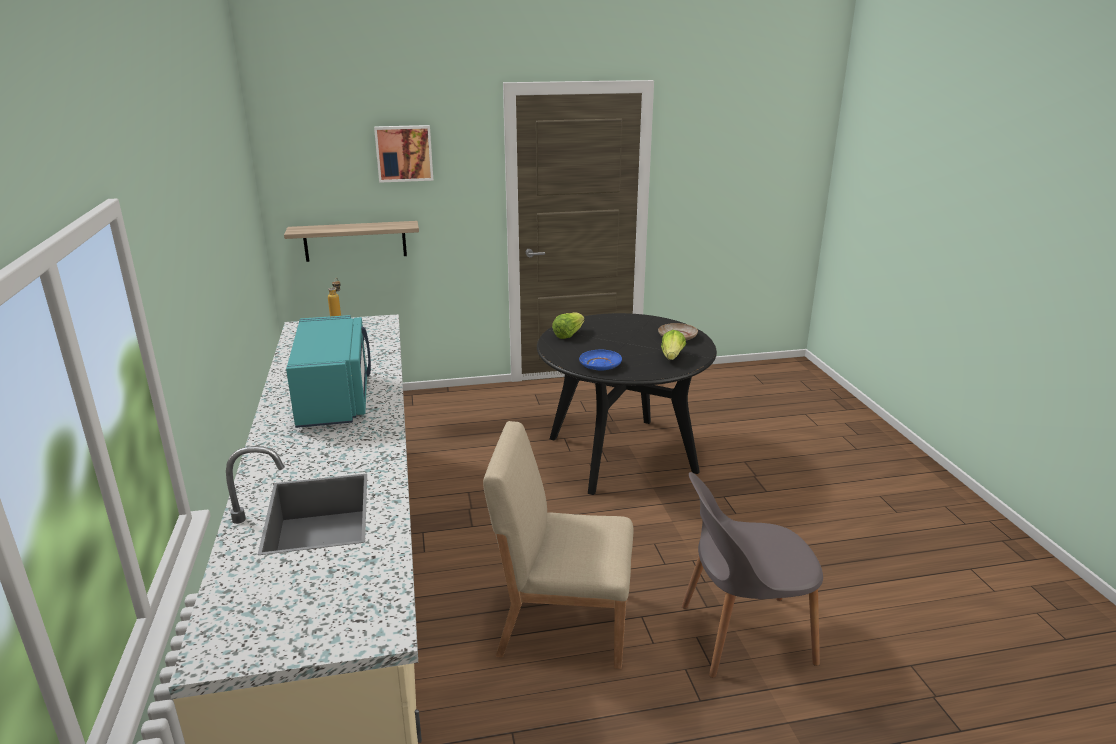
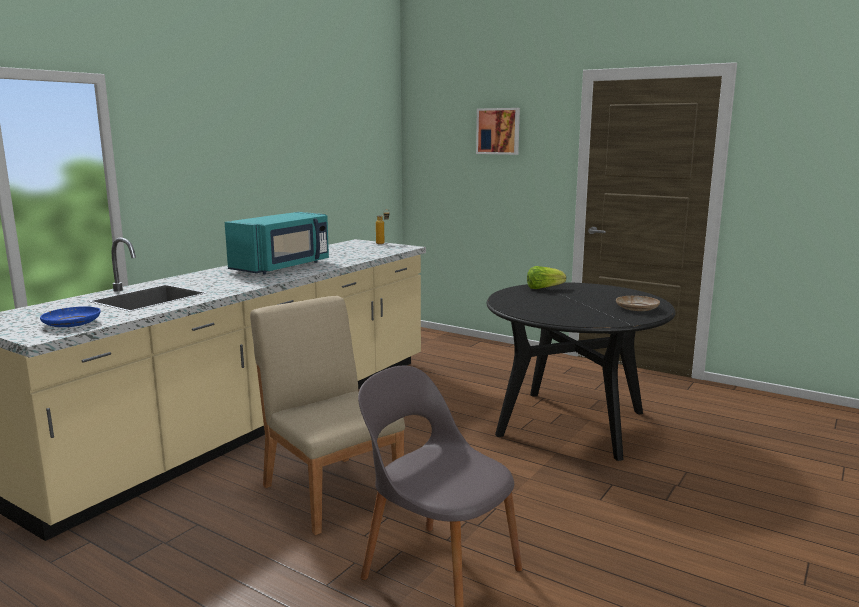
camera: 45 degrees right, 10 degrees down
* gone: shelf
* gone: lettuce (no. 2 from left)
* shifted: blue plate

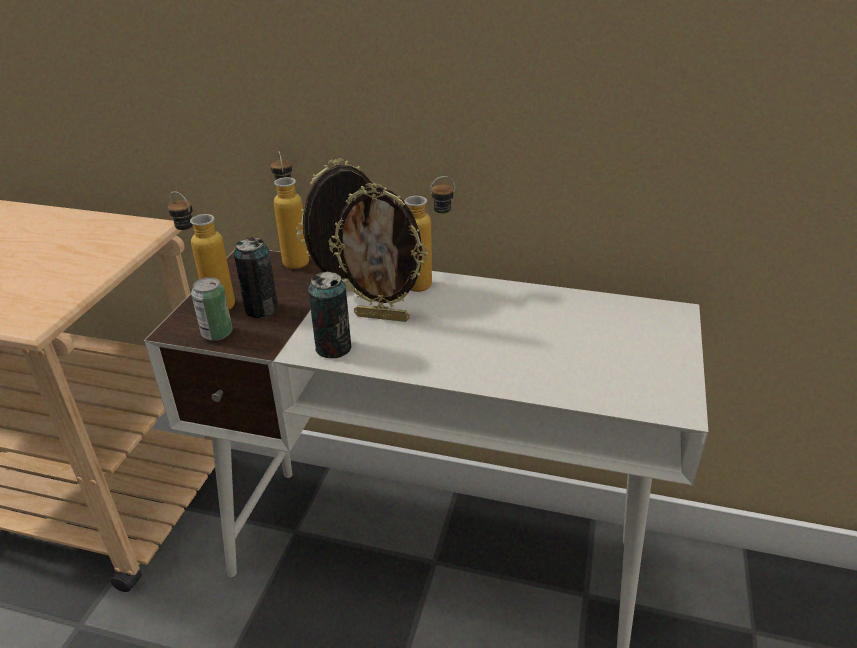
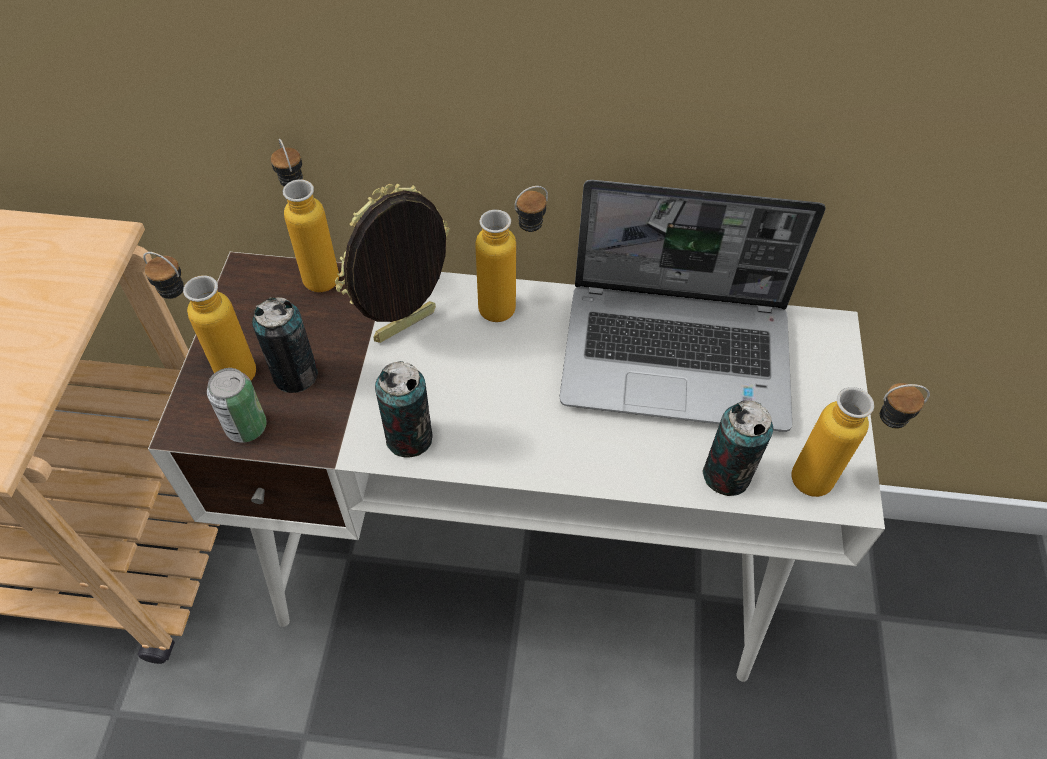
camera: 10 degrees left, 20 degrees up
* gone: picture frame (no. 2 from left)
* new: laptop
* new: bottle (no. 4 from left)
* new: can (no. 4 from left)

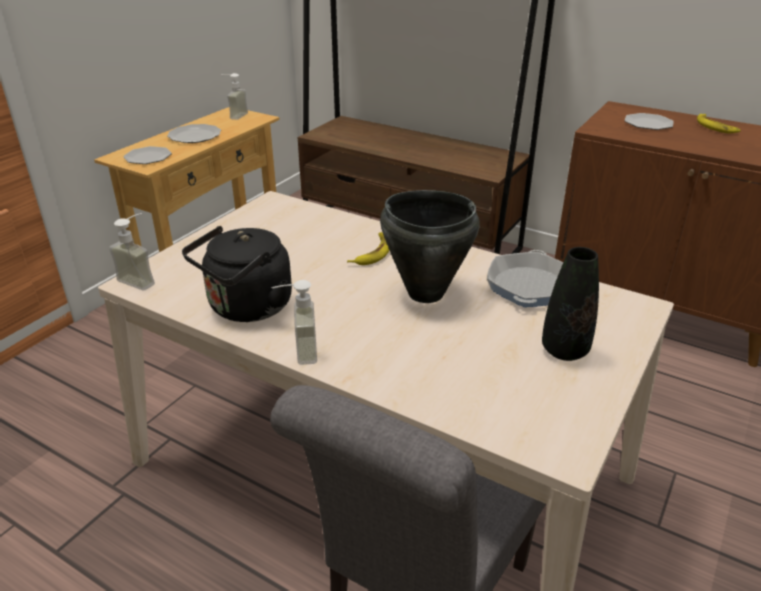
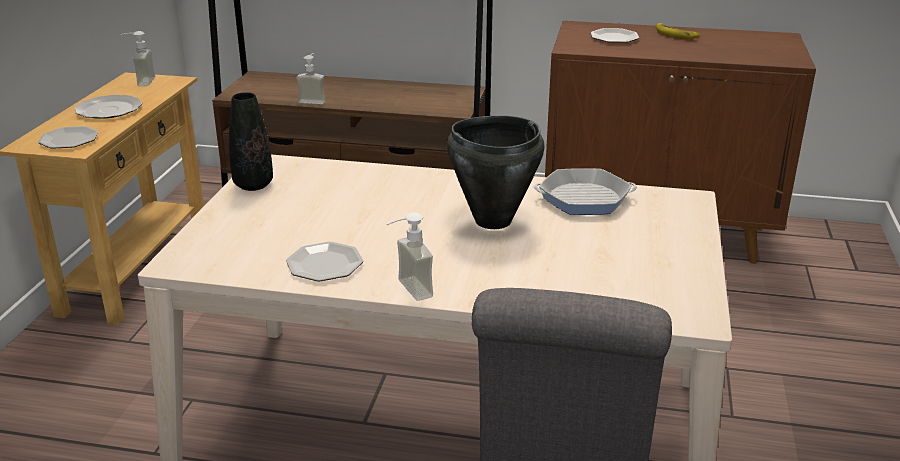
camera: 20 degrees left, 5 degrees down
* shifted: soap dispenser (no. 1 from left in the first image) to soap dispenser (no. 2 from left)
* swapped: black kettle to plate (no. 3 from left)
* gone: banana (no. 1 from left)
* shifted: black vase
* rotated: frying pan 90 degrees counterclockwise

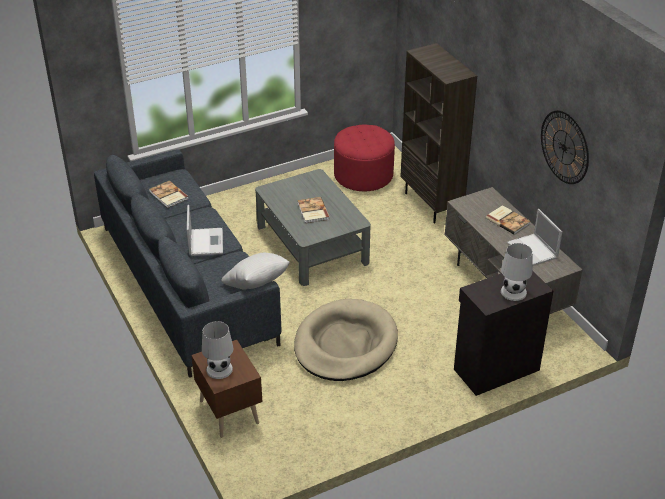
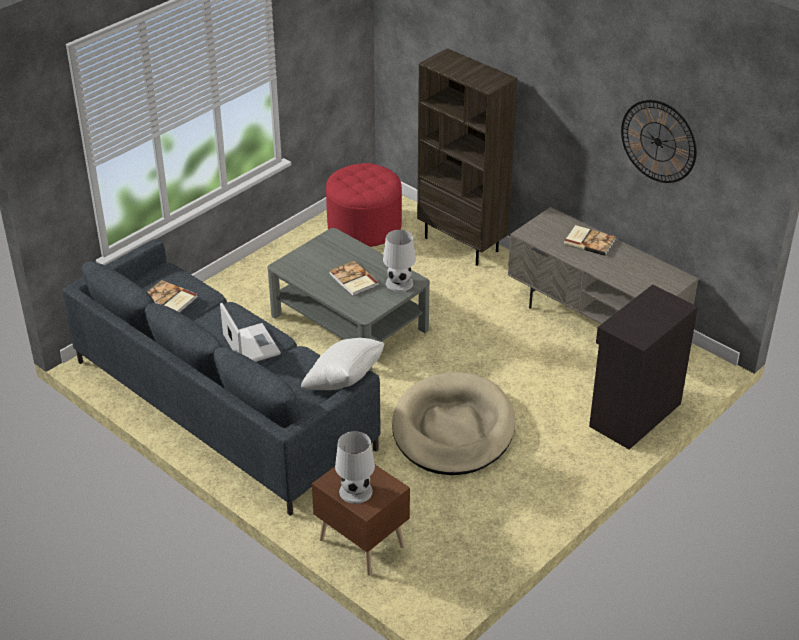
camera: 20 degrees left, 0 degrees up
* gone: laptop (no. 2 from left)
* shifted: white table lamp (no. 2 from left)

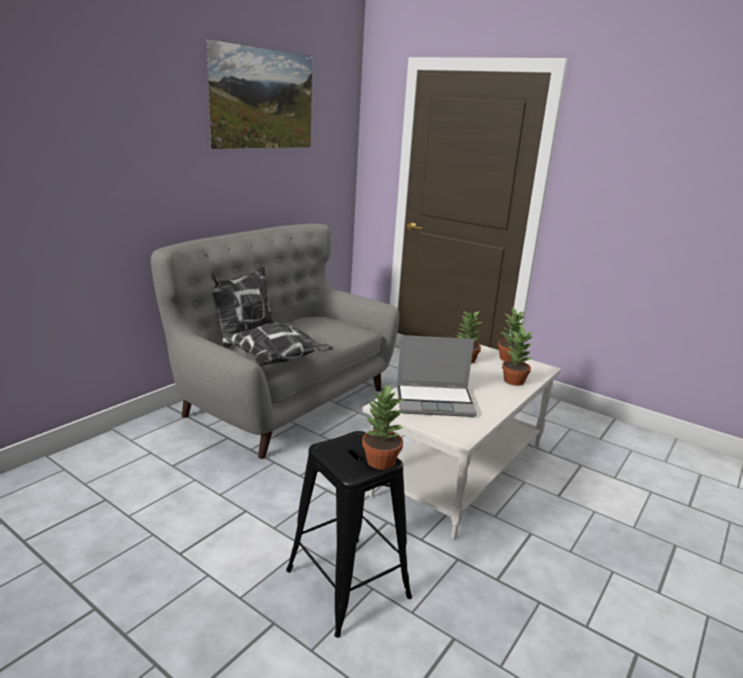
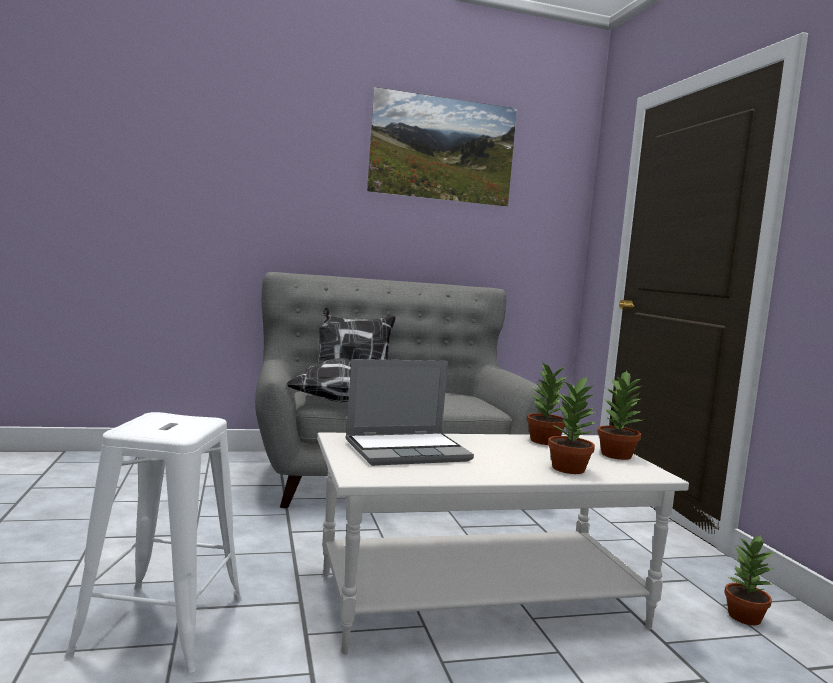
camera: 40 degrees right, 15 degrees down
* rotated: laptop 60 degrees counterclockwise
* shifted: potted plant (no. 1 from left in the first image) to potted plant (no. 4 from left)
* repainted: black stool to white stool

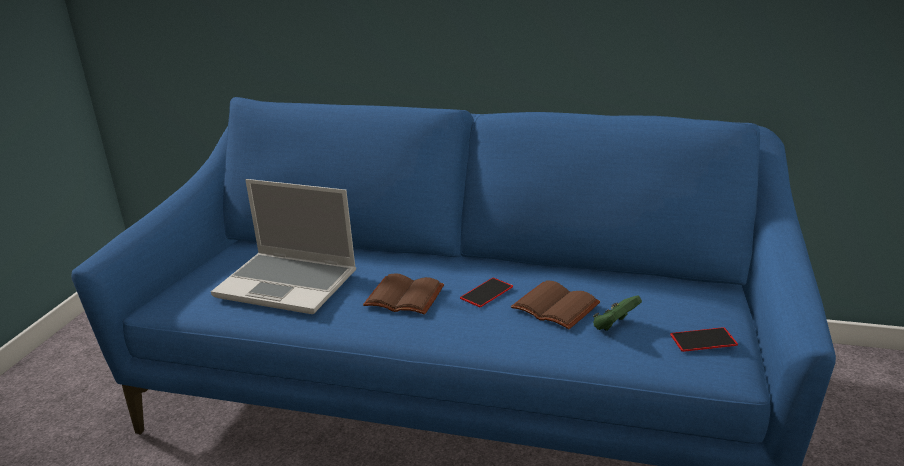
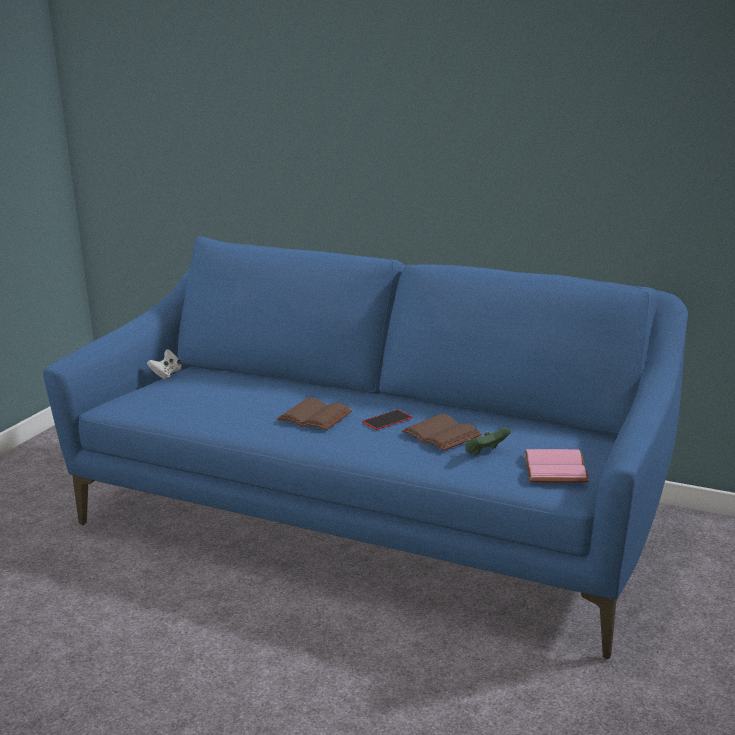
camera: 10 degrees right, 5 degrees down
* gone: laptop
* swapped: phone (no. 2 from left) to pink book
* new: white game controller

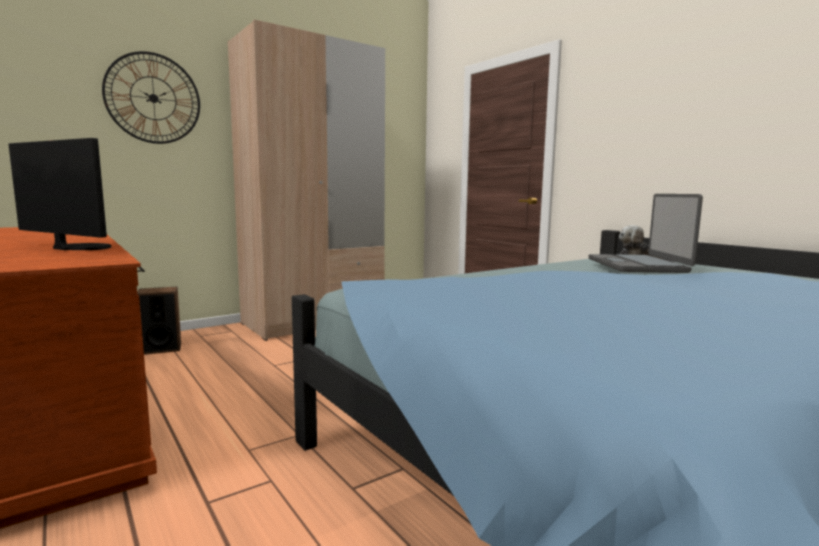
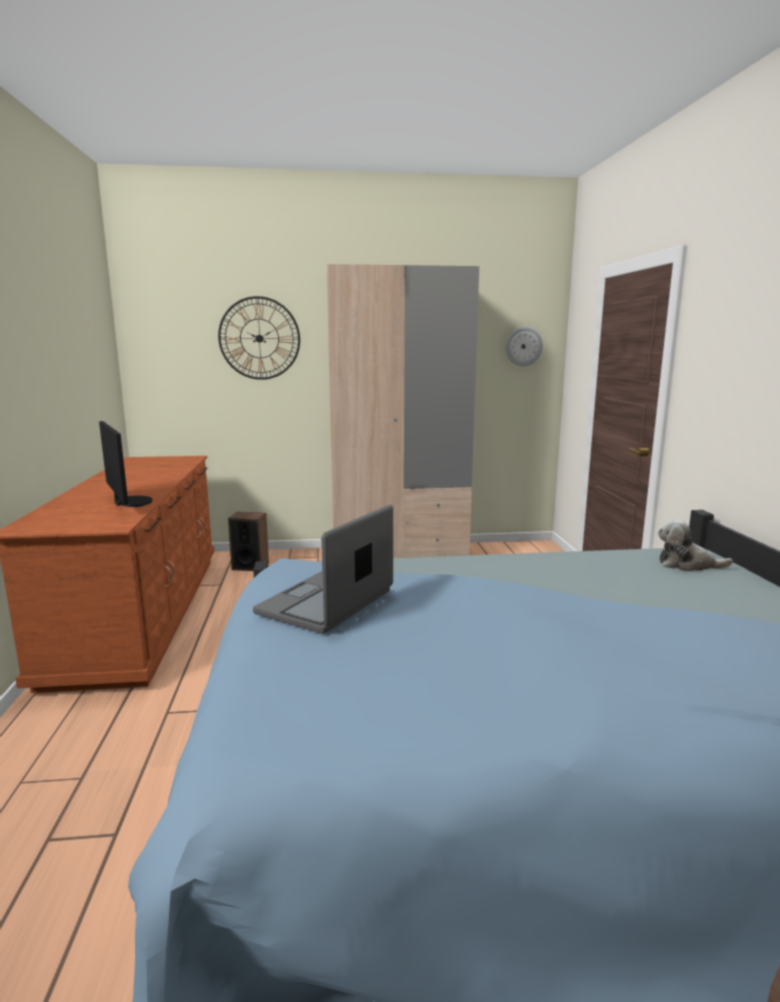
camera: 30 degrees right, 5 degrees up
* shifted: laptop
* new: wall clock (no. 2 from left)

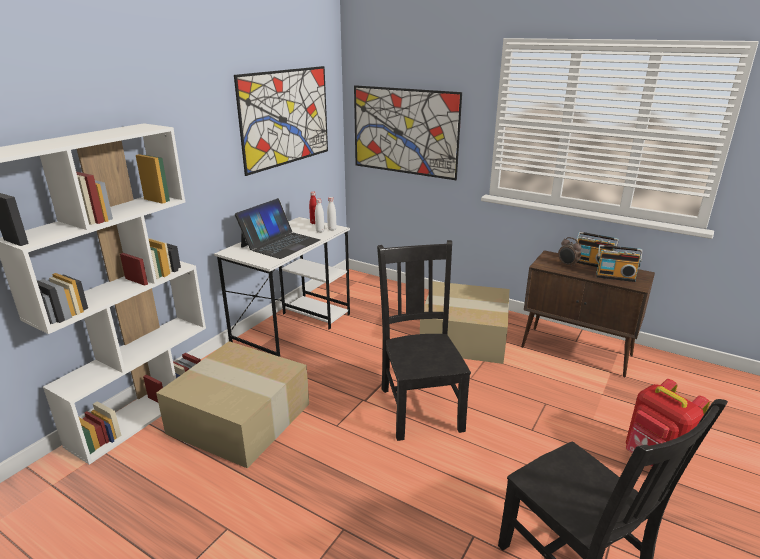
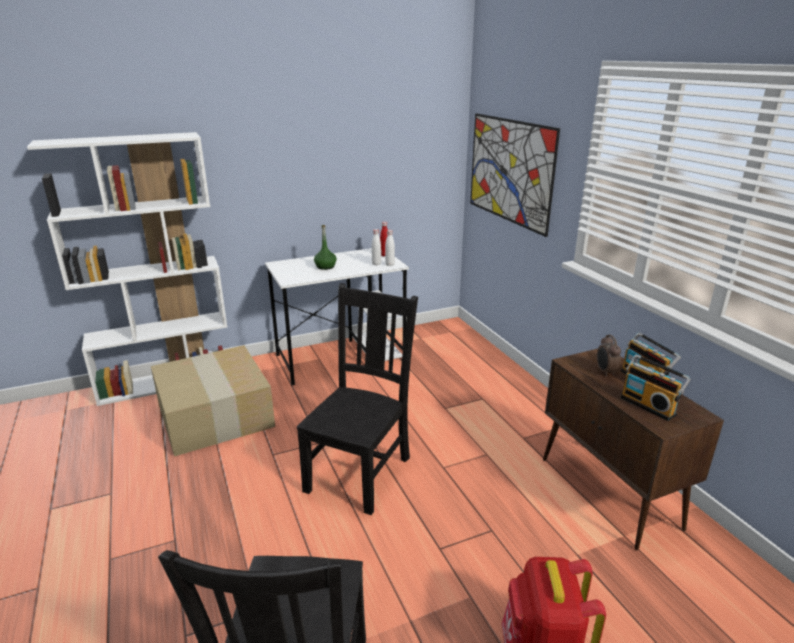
camera: 35 degrees right, 0 degrees up
* gone: picture (no. 1 from left)
* swapped: laptop to green bottle
* gone: cardboard box (no. 2 from left)

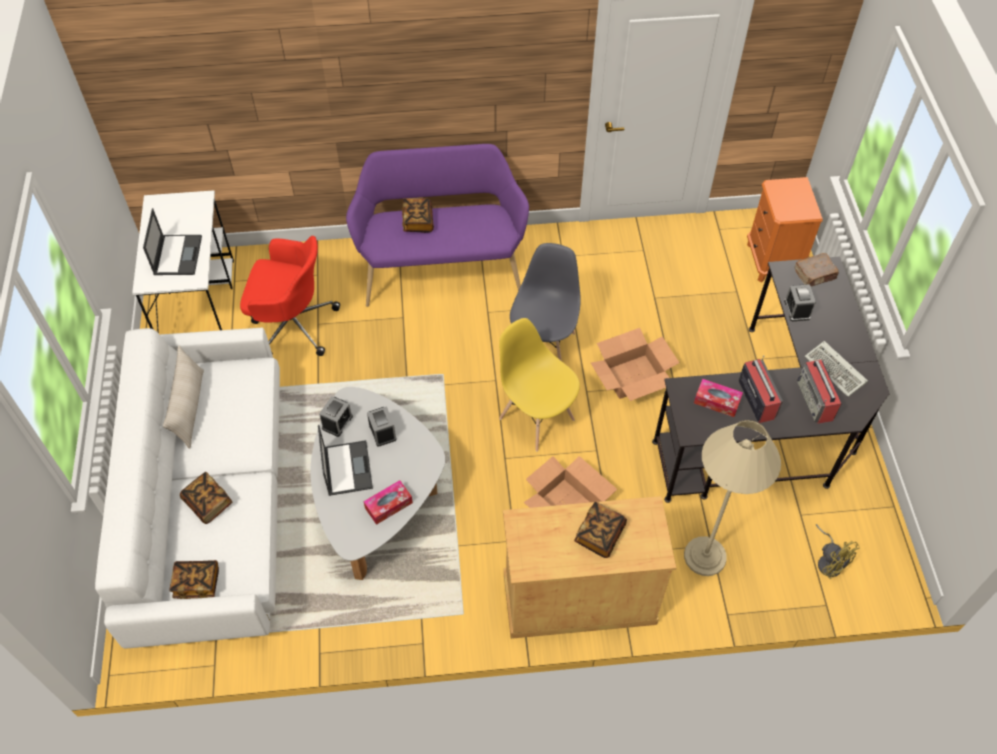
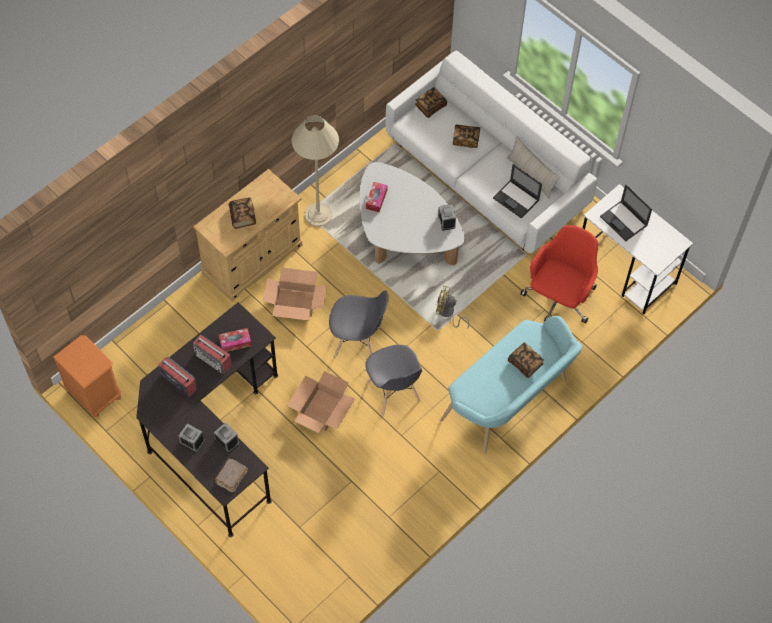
camera: 140 degrees right, 5 degrees up
* repainted: purple bench to turquoise bench
* shifted: orange nightstand
* rotated: red office chair 150 degrees clockwise
* repainted: yellow chair to grey chair (no. 1 from left)
* gone: keyboard
* shifted: alarm clock (no. 2 from left in the first image) to alarm clock (no. 1 from left)
* shifted: beige floor lamp
* shifted: laptop (no. 2 from left in the first image) to laptop (no. 1 from left)
* shifted: yellow fan

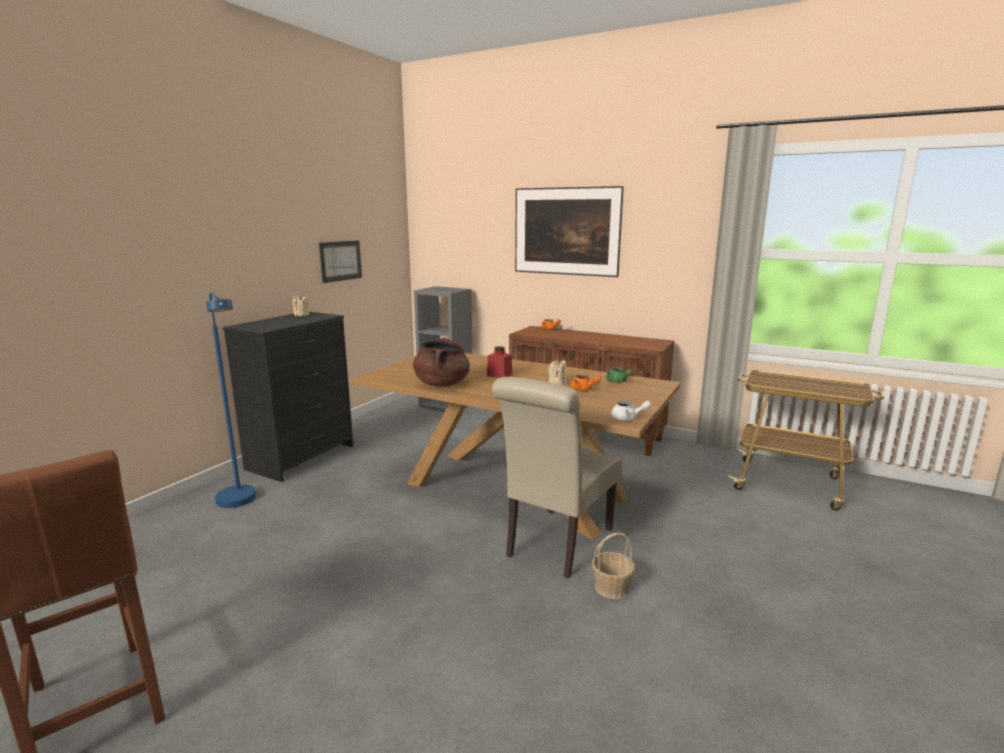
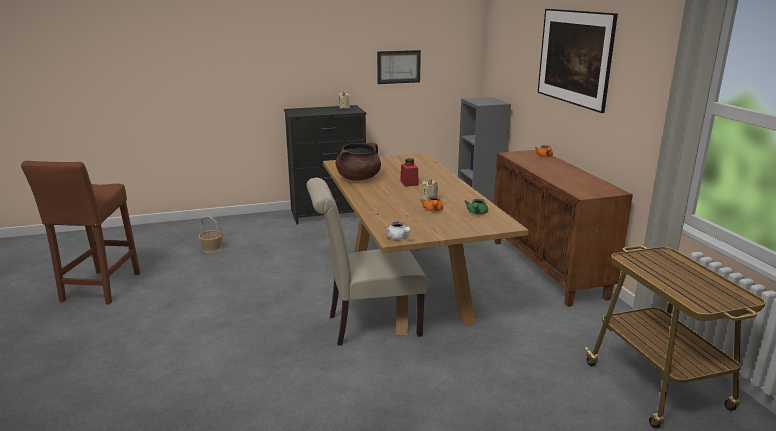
camera: 45 degrees right, 5 degrees up
* gone: blue floor lamp
* shifted: basket

